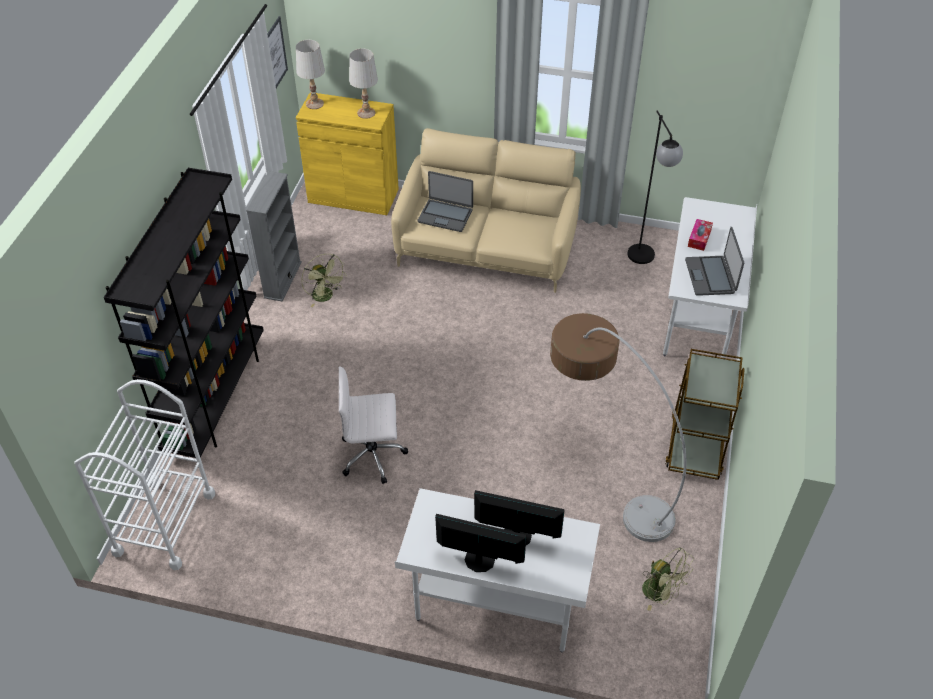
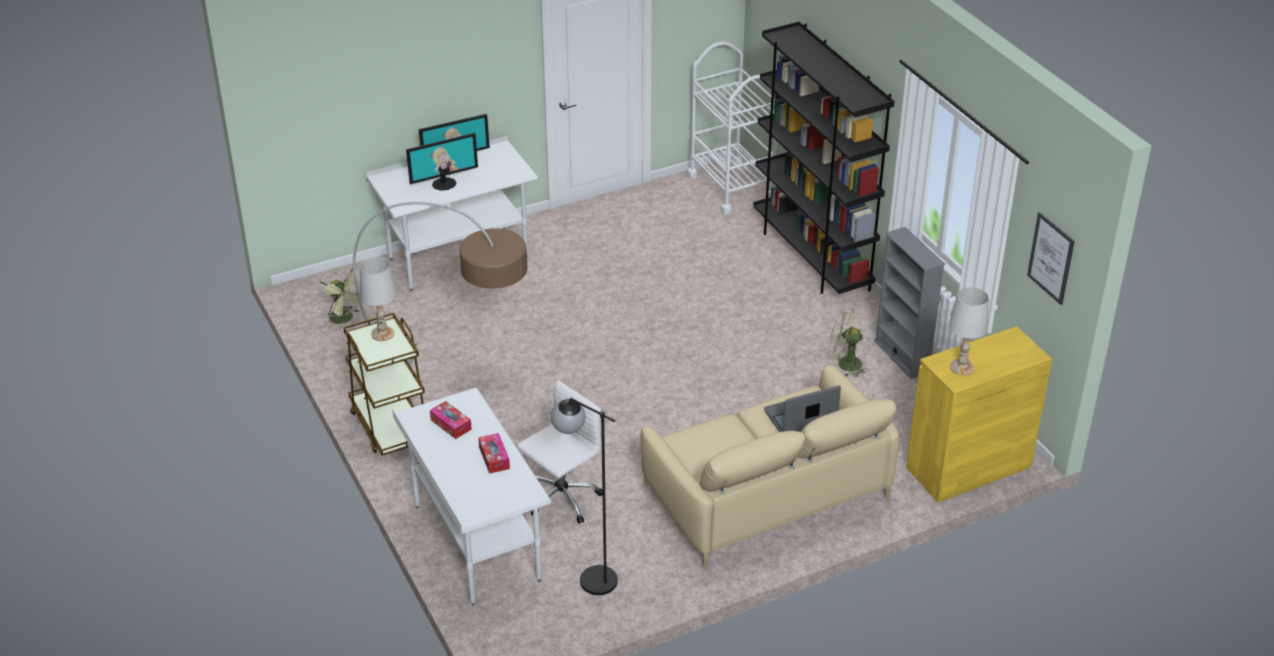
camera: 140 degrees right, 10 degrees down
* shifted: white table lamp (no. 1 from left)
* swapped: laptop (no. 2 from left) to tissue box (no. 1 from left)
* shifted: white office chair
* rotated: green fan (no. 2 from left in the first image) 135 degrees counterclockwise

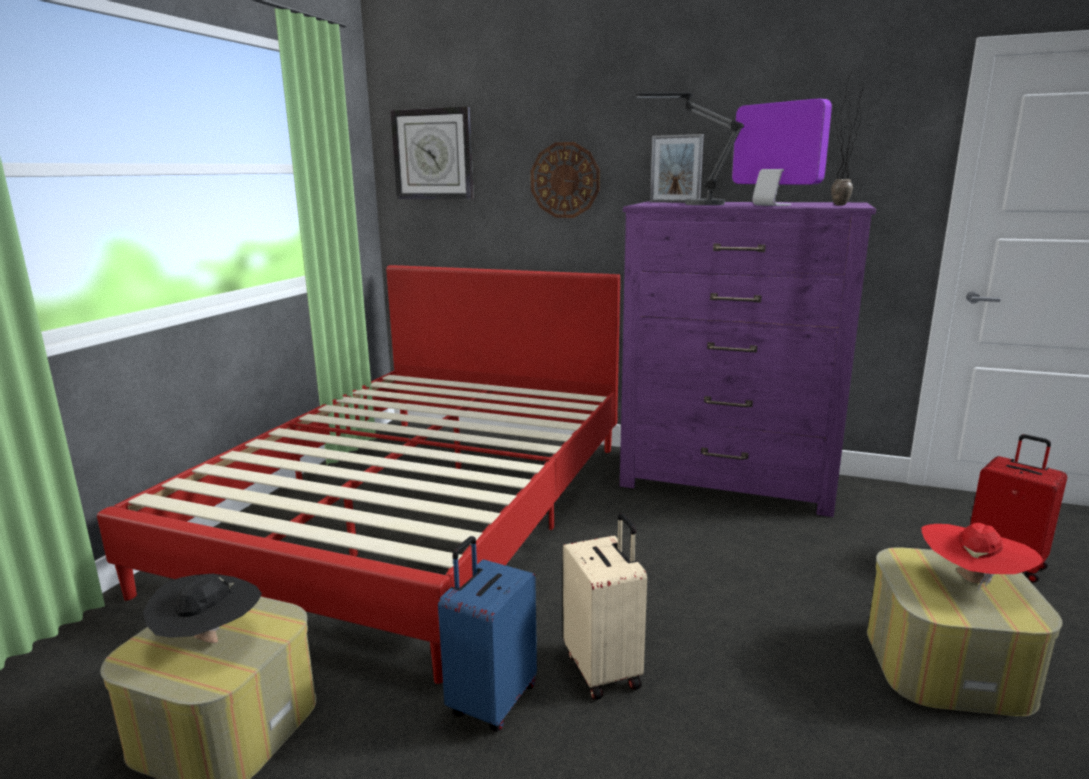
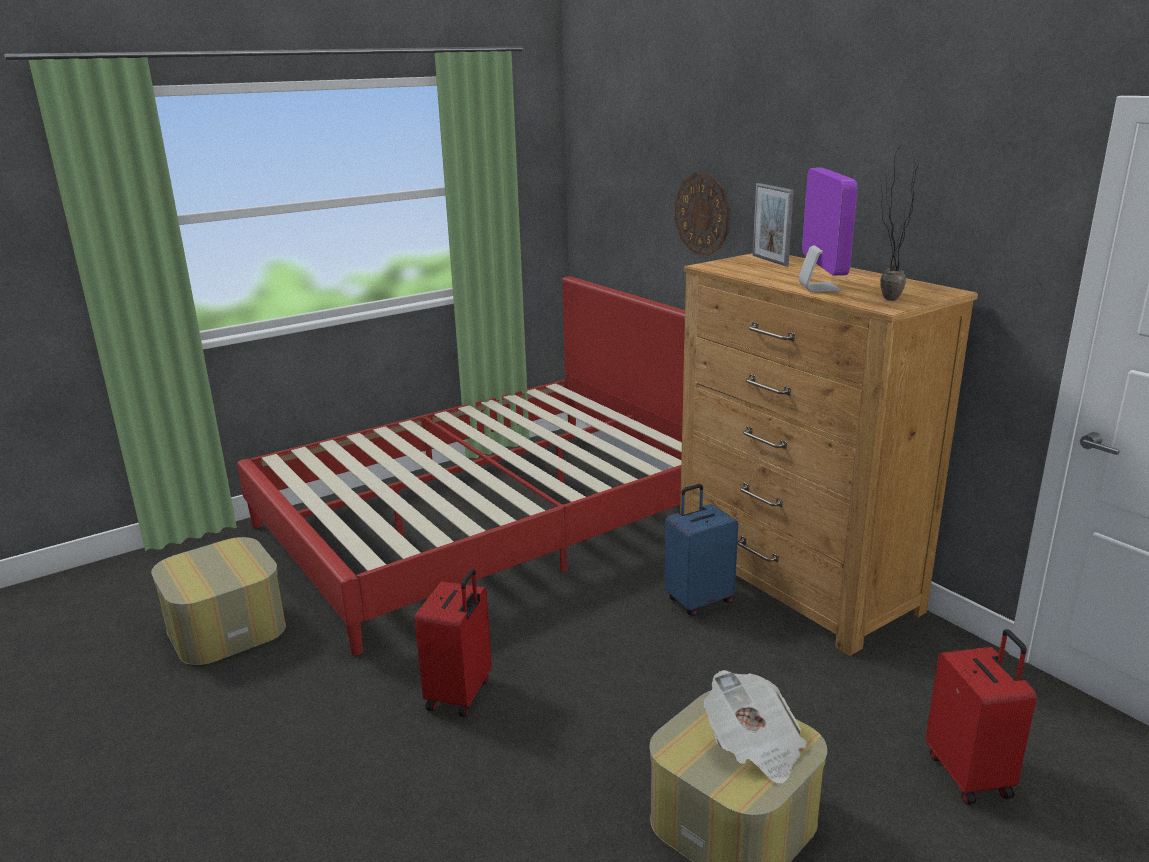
camera: 35 degrees right, 5 degrees up
* gone: table lamp
* gone: wall clock (no. 1 from left)
* repainted: purple dresser to brown dresser
* repainted: beige suitcase to red suitcase (no. 1 from left)
* swapped: red hat to newspaper
* shifted: blue suitcase
* gone: black hat

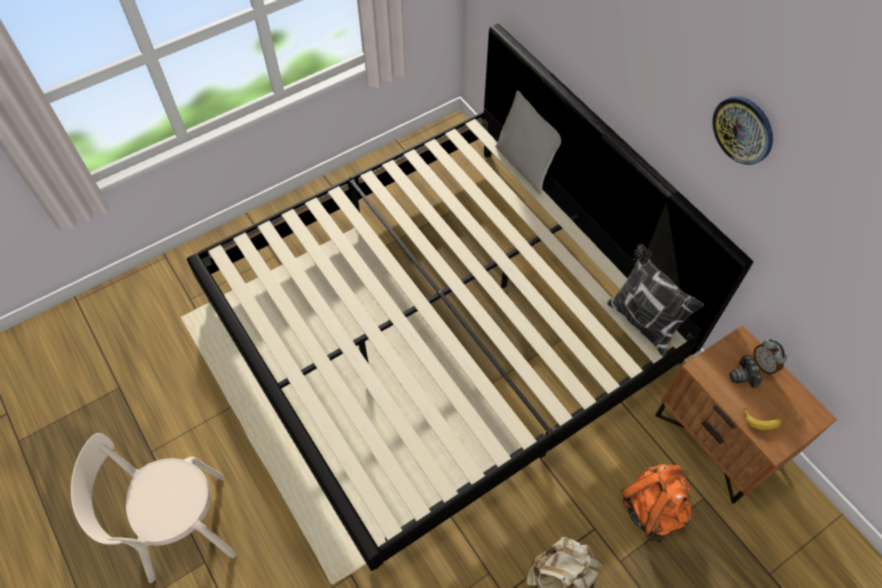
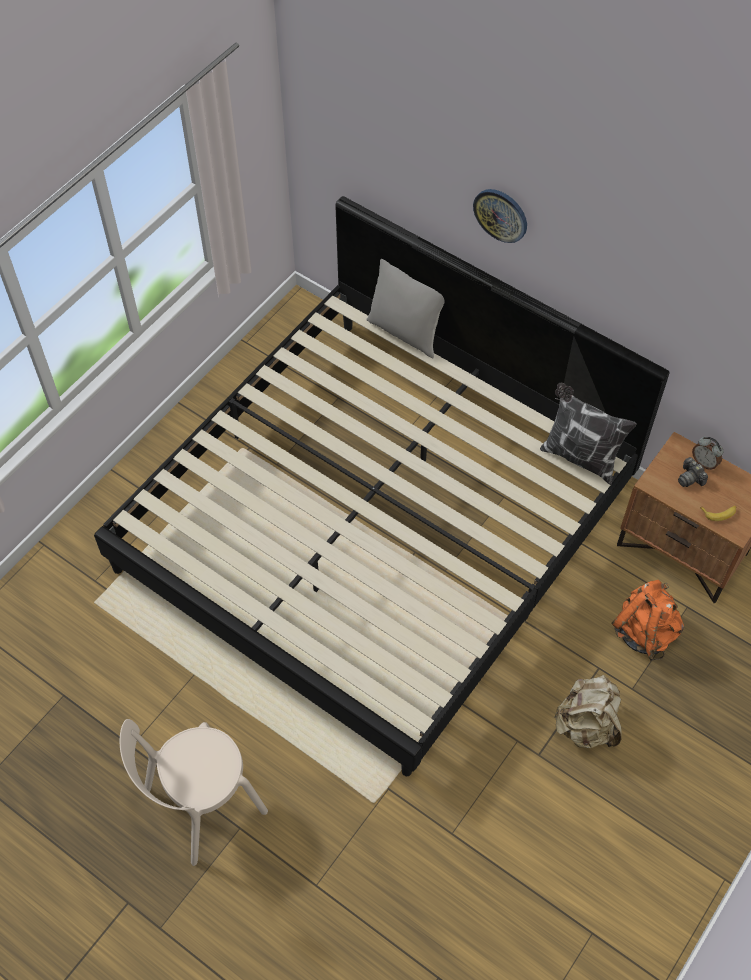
camera: 20 degrees left, 0 degrees up
* shifted: wall clock

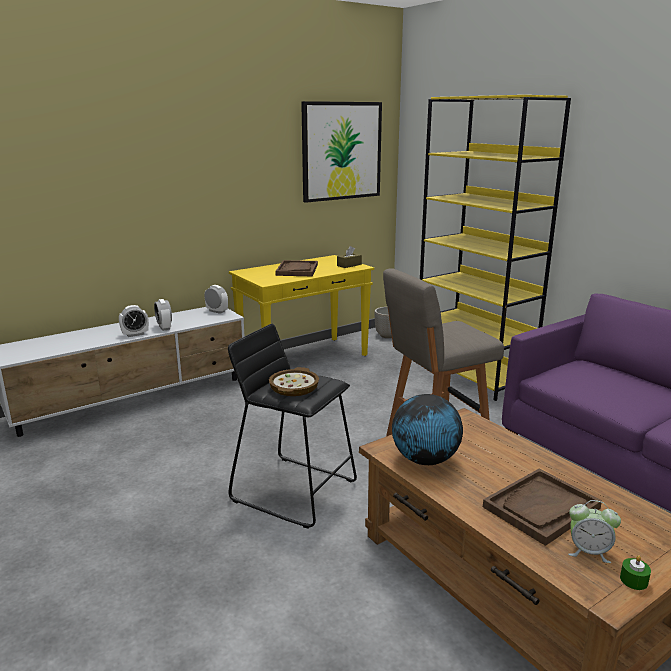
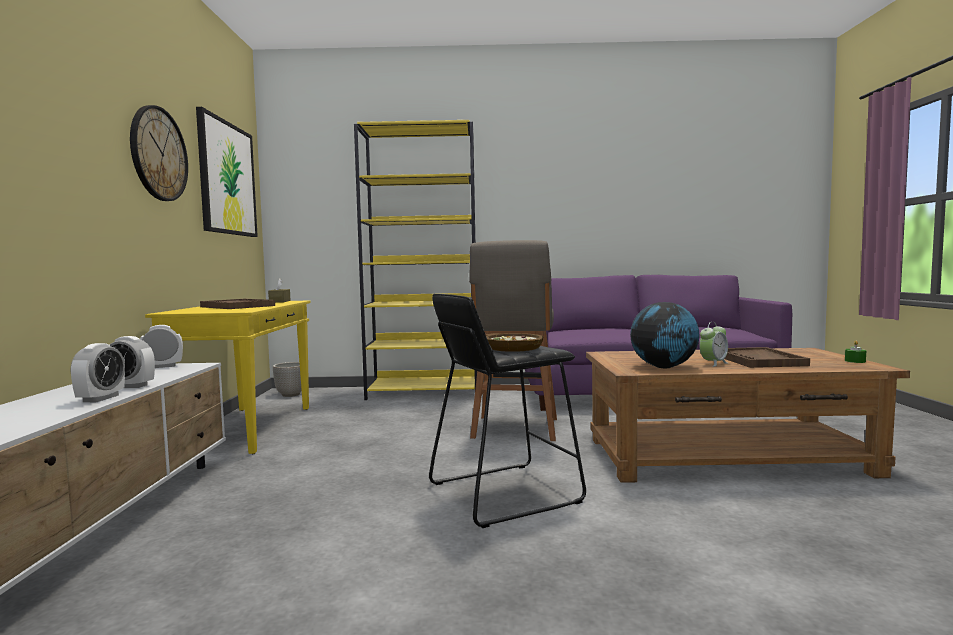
camera: 55 degrees left, 15 degrees down
* shifted: alarm clock (no. 4 from left)
* new: wall clock

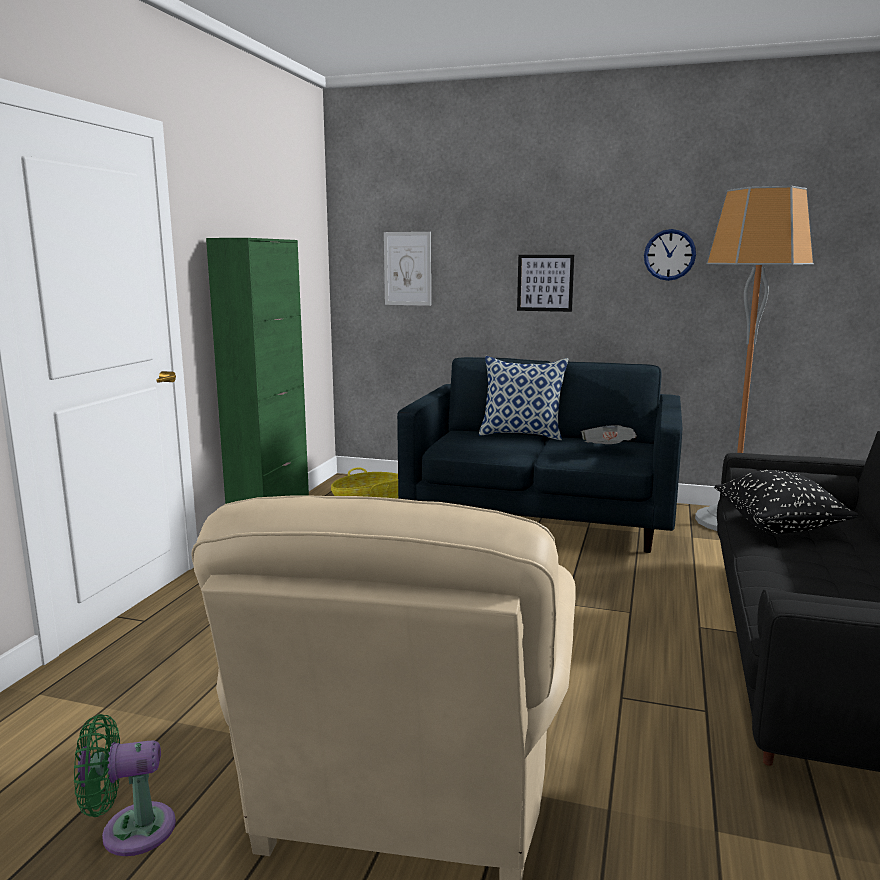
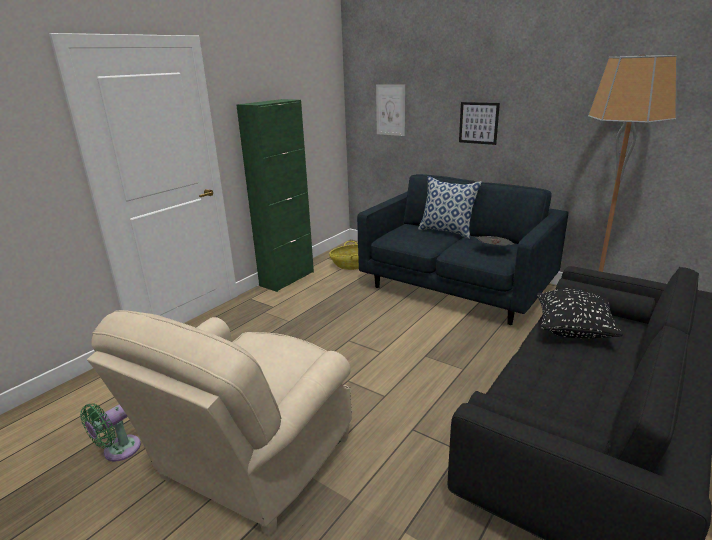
camera: 20 degrees right, 10 degrees up
* gone: wall clock
* rotated: green fan 60 degrees counterclockwise

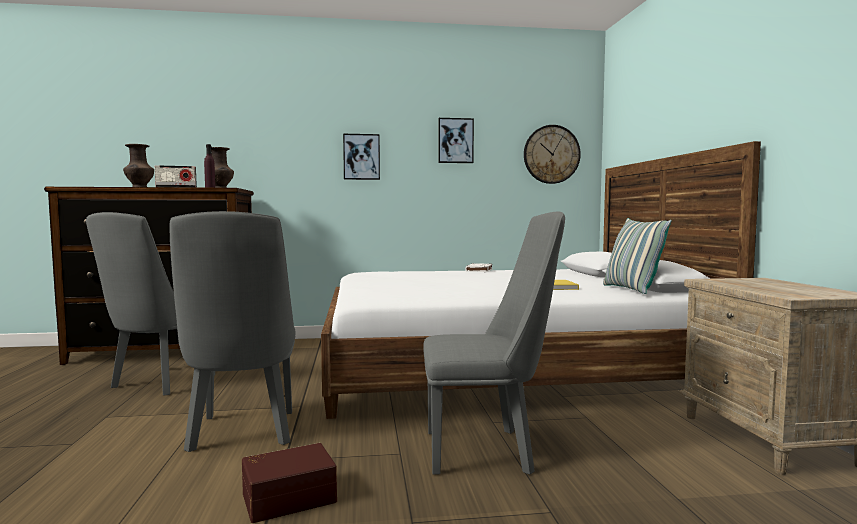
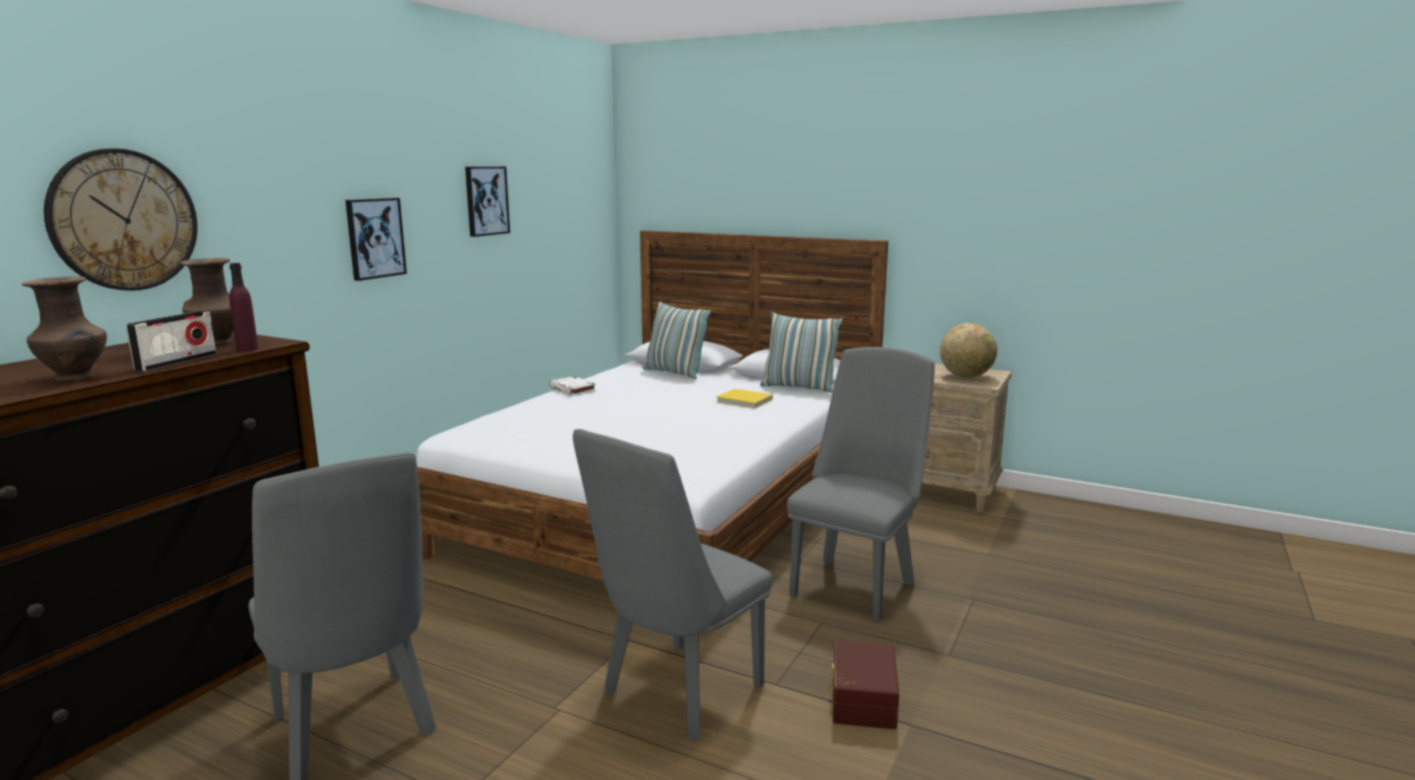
camera: 55 degrees left, 10 degrees up
* shifted: wall clock
* rotated: grey chair (no. 2 from left) 105 degrees clockwise
* new: pillow (no. 1 from left)
* new: globe

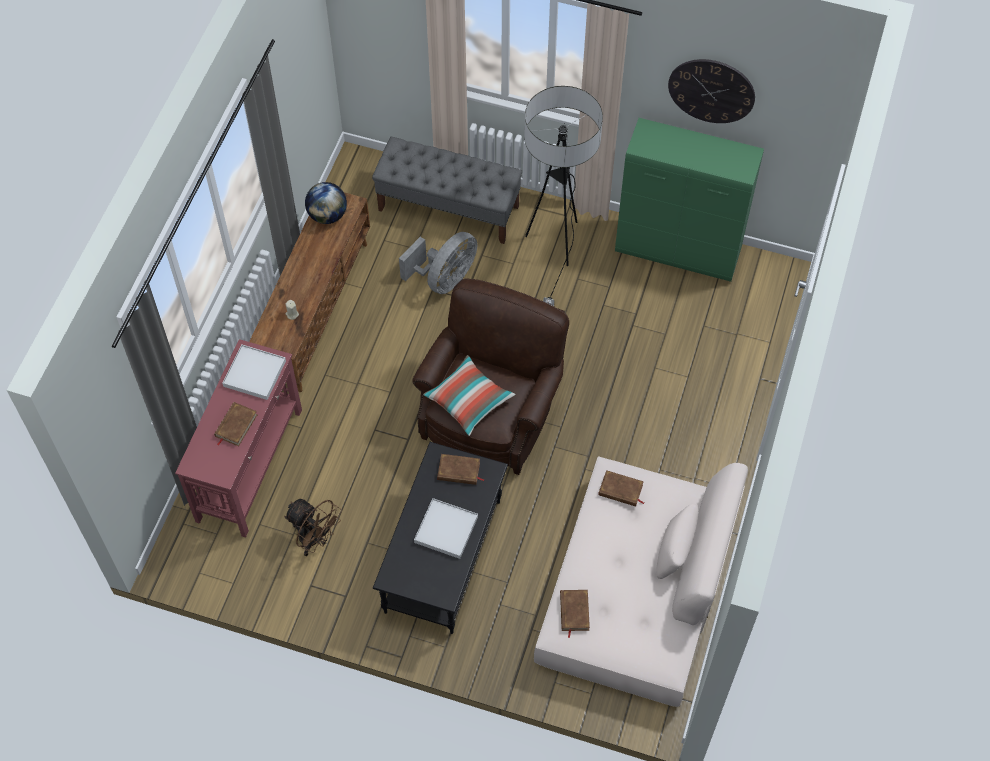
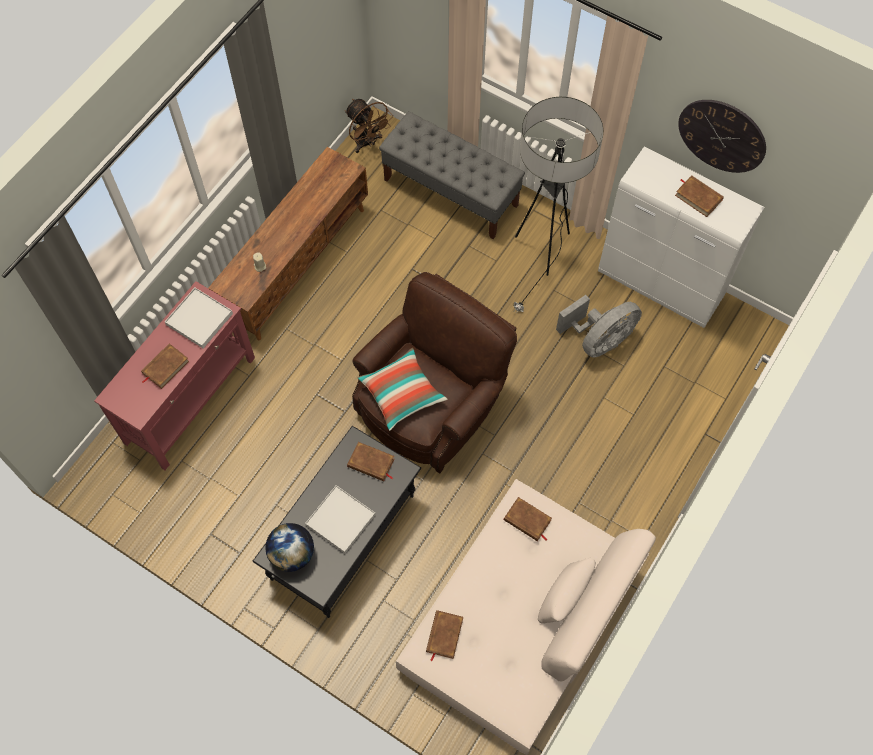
camera: 15 degrees right, 5 degrees up
* repainted: green cabinet to white cabinet
* shifted: globe
* shifted: grey fan
* shifted: brown fan
* new: brown book (no. 5 from left)

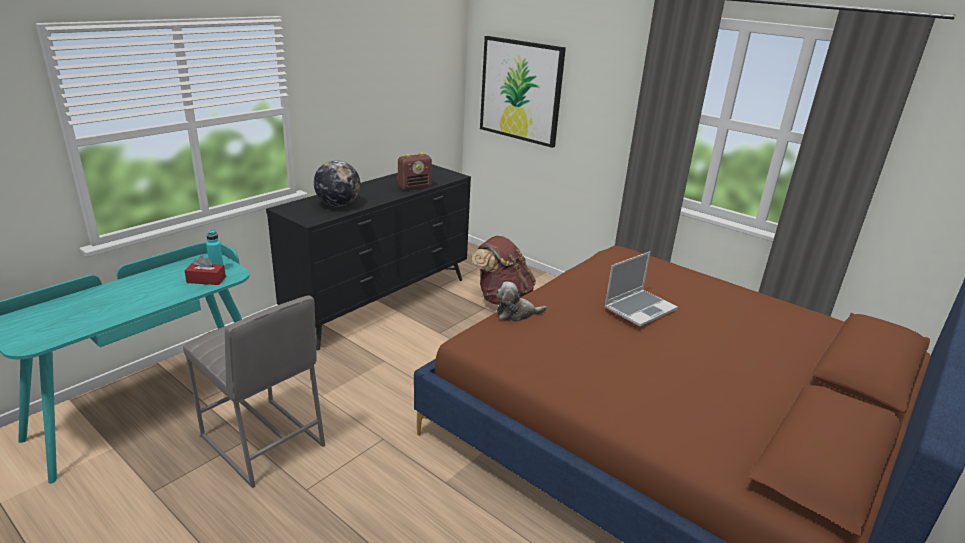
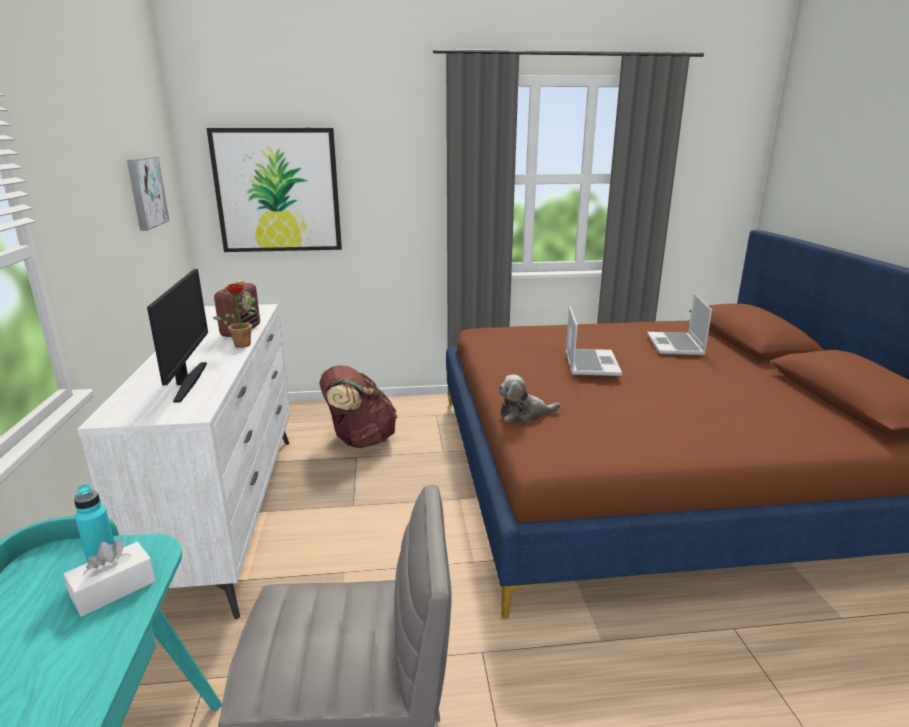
camera: 45 degrees left, 5 degrees down
* swapped: globe to monitor
* repainted: black dresser to white dresser
* repainted: red tissue box to white tissue box
* rotated: plush toy 45 degrees clockwise
* new: picture (no. 1 from left)
* new: potted plant
* new: laptop (no. 2 from left)

